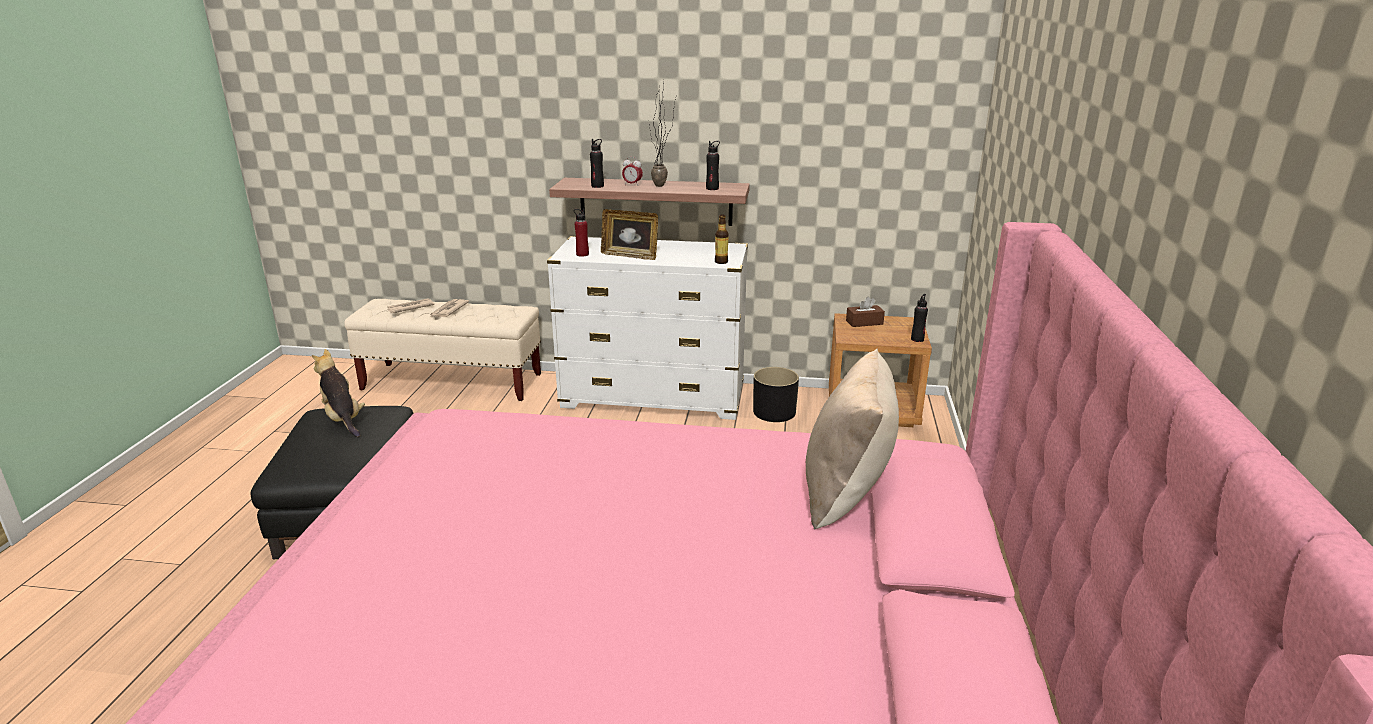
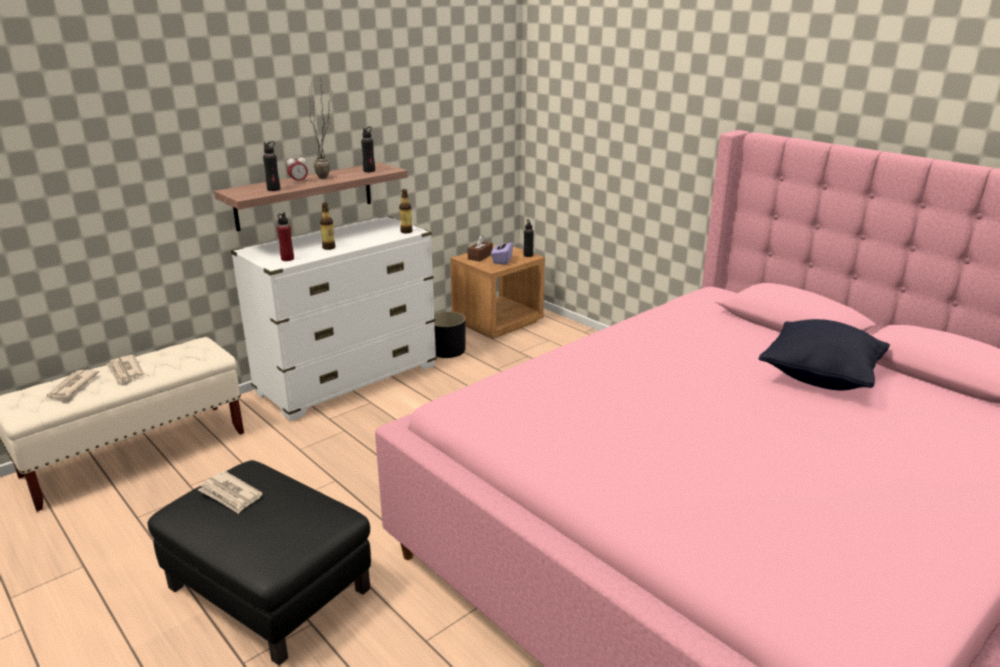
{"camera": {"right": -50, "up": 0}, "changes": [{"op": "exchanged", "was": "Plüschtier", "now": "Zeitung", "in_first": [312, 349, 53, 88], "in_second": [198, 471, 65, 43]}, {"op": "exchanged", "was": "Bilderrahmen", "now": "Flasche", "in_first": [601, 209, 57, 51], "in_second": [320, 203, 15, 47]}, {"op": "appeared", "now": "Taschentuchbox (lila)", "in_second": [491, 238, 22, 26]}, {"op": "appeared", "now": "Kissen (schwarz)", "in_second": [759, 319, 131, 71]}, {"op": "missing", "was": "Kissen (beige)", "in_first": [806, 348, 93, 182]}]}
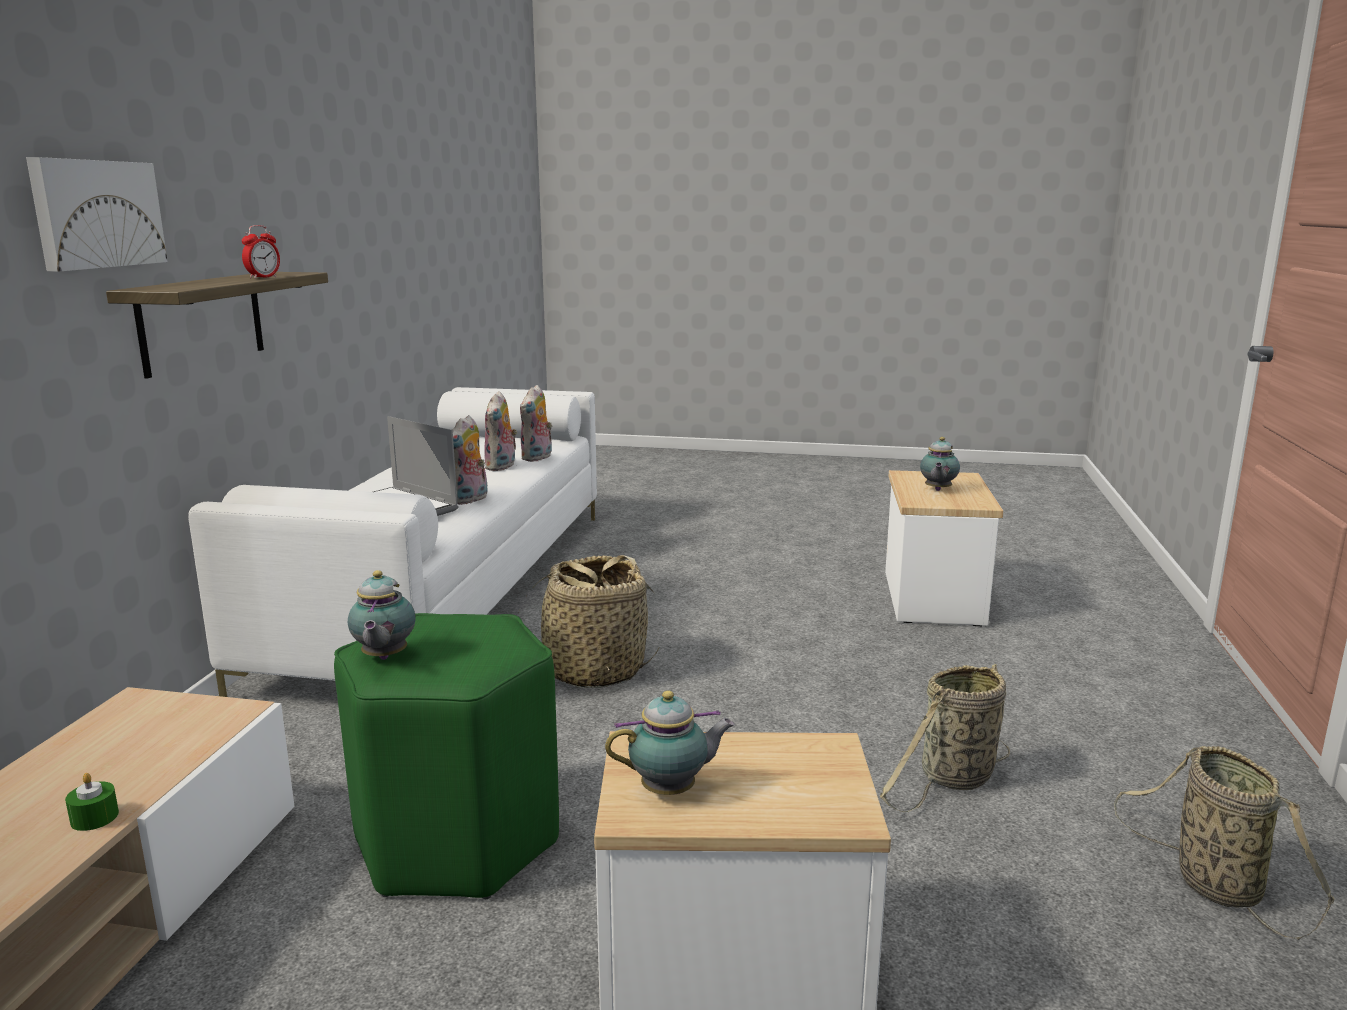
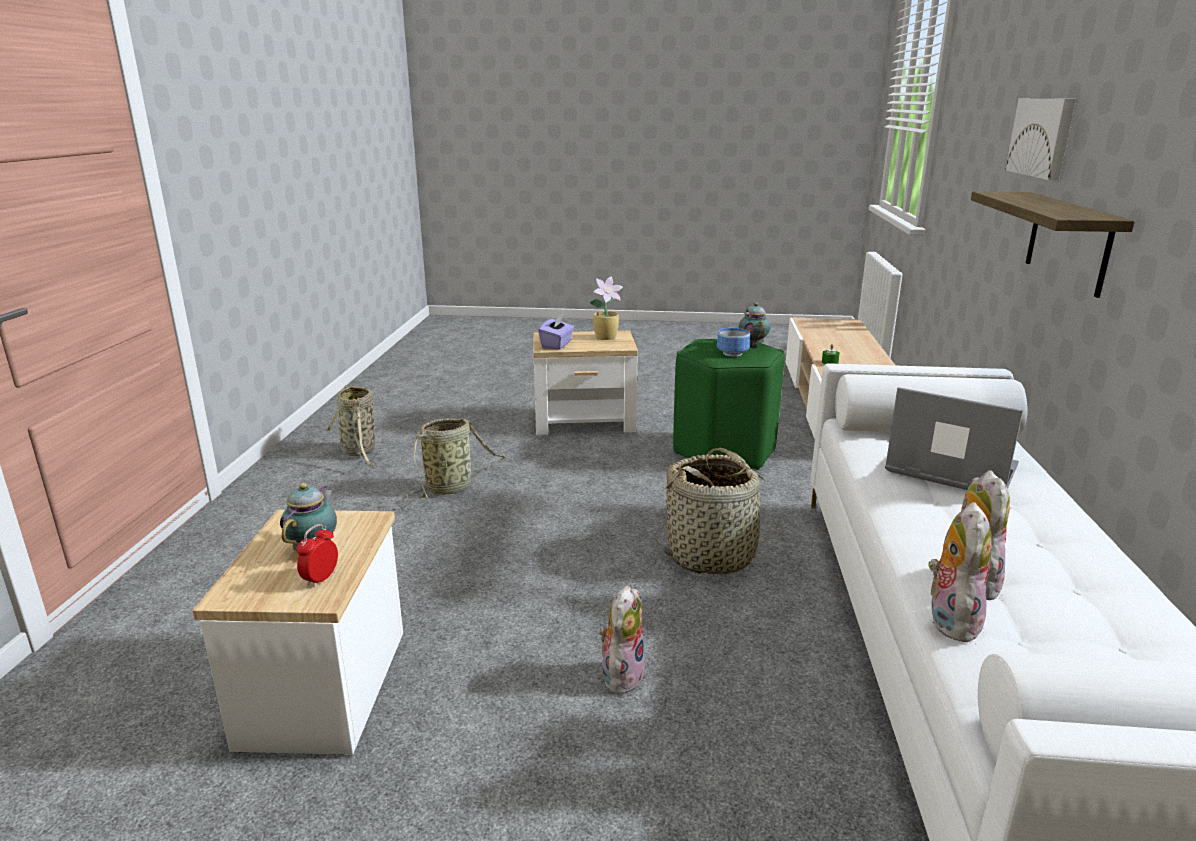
{"camera": {"right": 175, "up": 5}, "changes": [{"op": "relocated", "was": "Wecker", "in_first": [242, 225, 38, 54], "in_second": [297, 524, 41, 64]}, {"op": "appeared", "now": "Taschentuchbox (lila)", "in_second": [538, 314, 36, 36]}, {"op": "exchanged", "was": "Teekanne", "now": "Topfpflanze", "in_first": [605, 690, 130, 105], "in_second": [589, 276, 34, 64]}, {"op": "relocated", "was": "Plüschtier", "in_first": [453, 415, 35, 90], "in_second": [599, 586, 46, 109]}, {"op": "appeared", "now": "Schüssel", "in_second": [717, 328, 33, 29]}]}
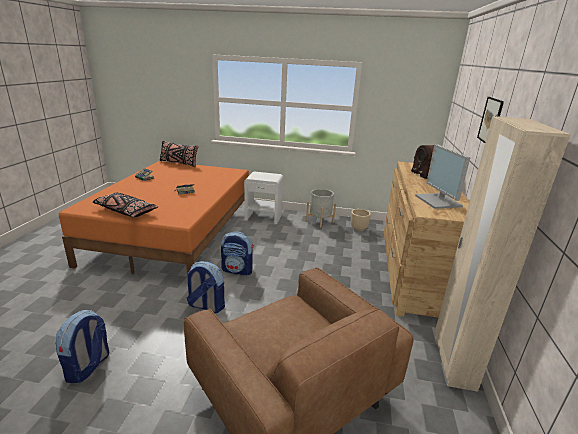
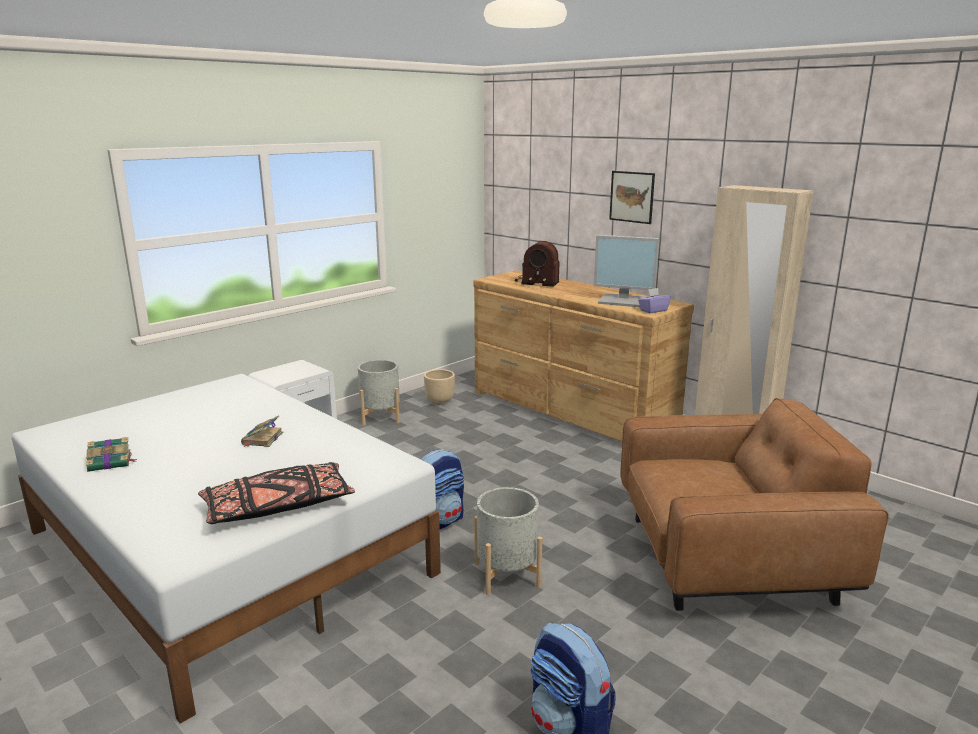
{"camera": {"right": -55, "up": -5}, "changes": [{"op": "colour", "was": "Bett (orange)", "now": "Bett (weiß)", "in_first": [59, 161, 190, 113], "in_second": [12, 374, 429, 350]}, {"op": "exchanged", "was": "Rucksack", "now": "Pflanzkübel (grau)", "in_first": [187, 261, 38, 52], "in_second": [474, 487, 68, 108]}, {"op": "appeared", "now": "Taschentuchbox (lila)", "in_second": [638, 288, 33, 25]}, {"op": "missing", "was": "Kissen (schwarz)", "in_first": [160, 141, 39, 26]}]}
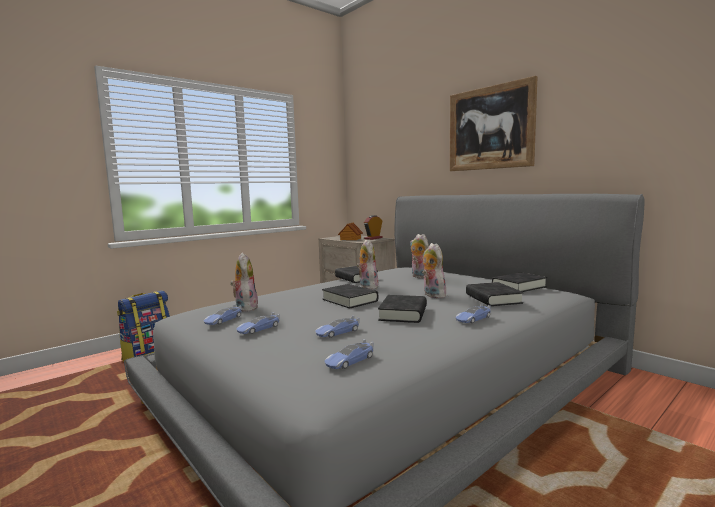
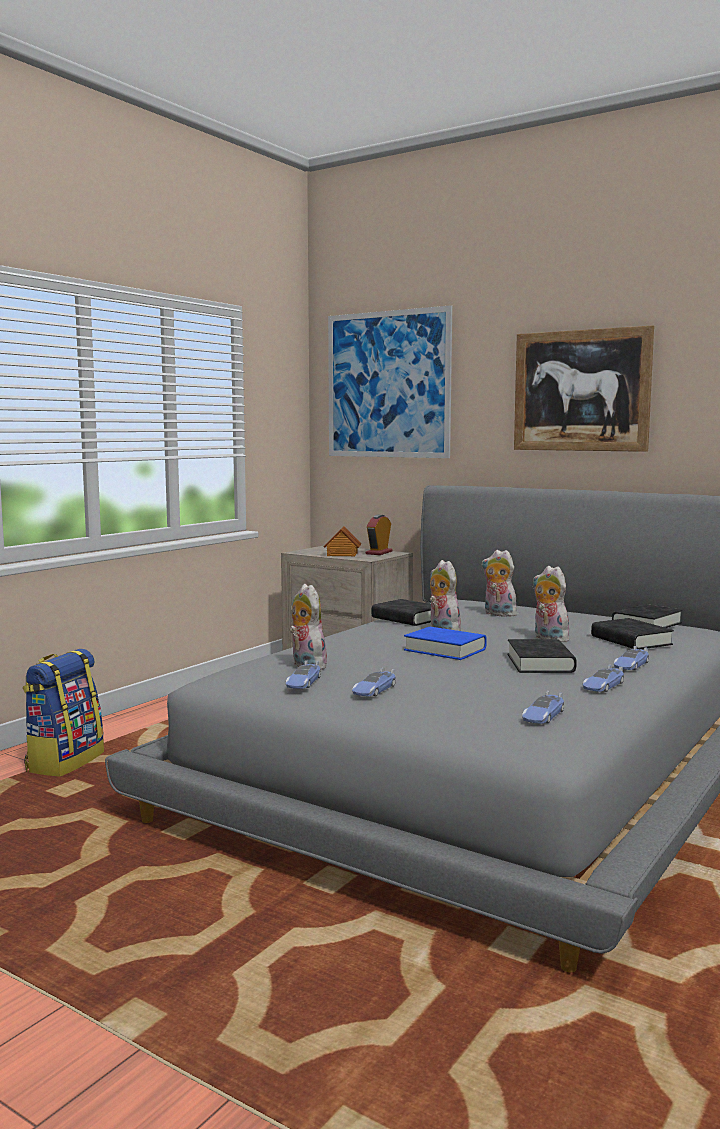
{"camera": {"right": -15, "up": 0}, "changes": [{"op": "appeared", "now": "Bild", "in_second": [328, 305, 124, 153]}, {"op": "colour", "was": "Buch (schwarz)", "now": "Buch (blau)", "in_first": [322, 284, 56, 24], "in_second": [404, 627, 83, 33]}, {"op": "relocated", "was": "Spielzeugauto", "in_first": [315, 316, 45, 22], "in_second": [583, 665, 41, 27]}]}
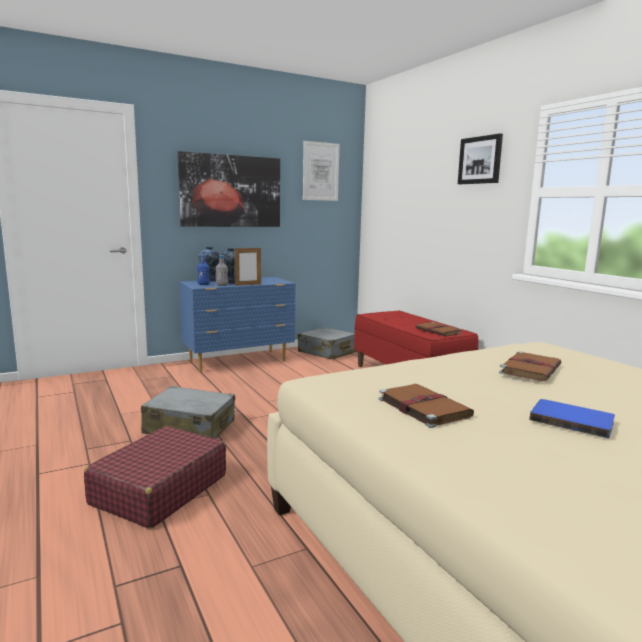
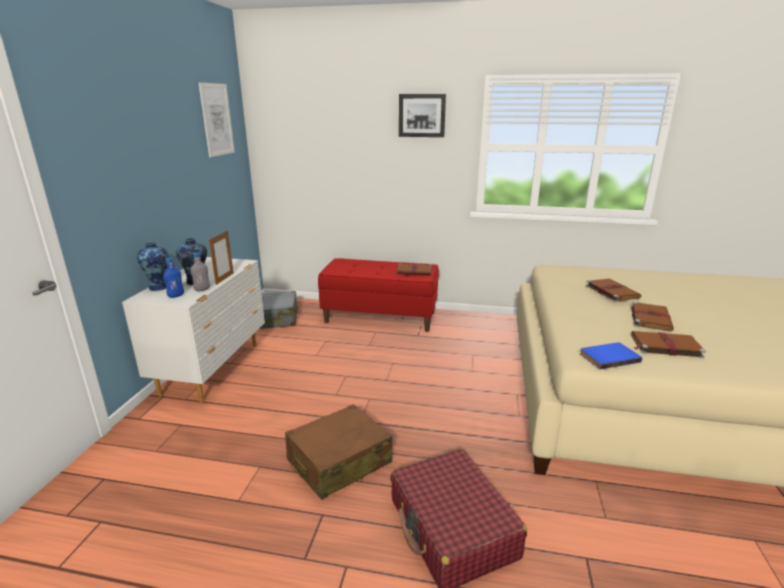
{"camera": {"right": -50, "up": 10}, "changes": [{"op": "colour", "was": "Kommode (blau)", "now": "Kommode (weiß)", "in_first": [179, 277, 116, 95], "in_second": [122, 257, 143, 145]}, {"op": "colour", "was": "Koffer (grau)", "now": "Koffer (braun)", "in_first": [141, 386, 94, 52], "in_second": [285, 404, 107, 96]}, {"op": "relocated", "was": "Buch (blau)", "in_first": [529, 399, 86, 39], "in_second": [580, 343, 62, 26]}, {"op": "appeared", "now": "Buch (braun)", "in_second": [631, 302, 43, 29]}, {"op": "missing", "was": "Bild", "in_first": [178, 151, 102, 76]}]}
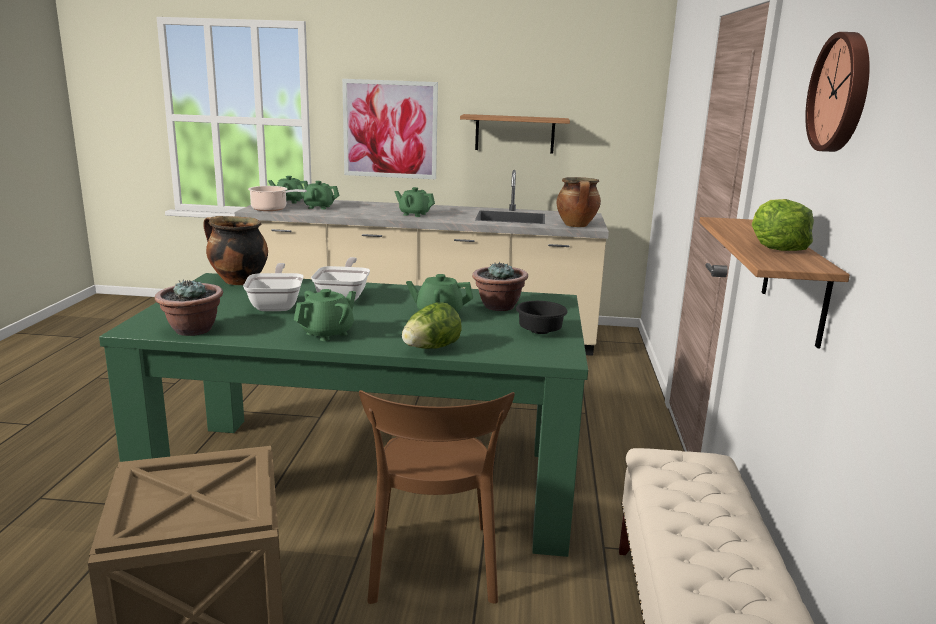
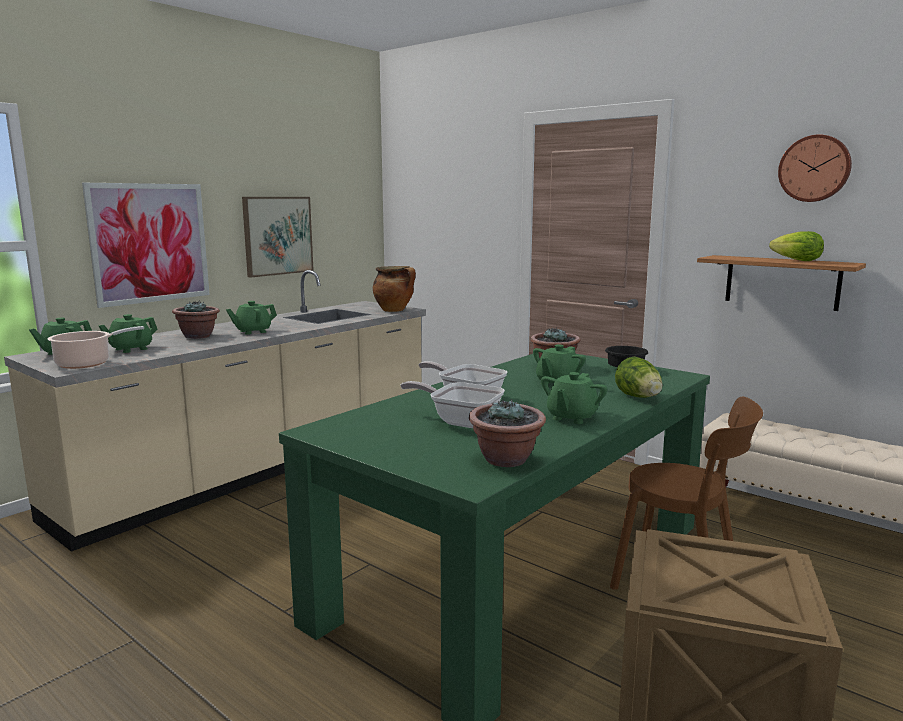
{"camera": {"right": -55, "up": -5}, "changes": [{"op": "appeared", "now": "Topfpflanze", "in_second": [172, 301, 48, 38]}, {"op": "exchanged", "was": "Wandregal", "now": "Bild", "in_first": [460, 114, 110, 39], "in_second": [242, 197, 72, 81]}, {"op": "spun", "was": "Teekanne (grün)", "in_first": [294, 289, 62, 52], "in_second": [541, 372, 66, 52], "clockwise": -135}, {"op": "missing", "was": "Kochtopf", "in_first": [203, 216, 65, 69]}]}
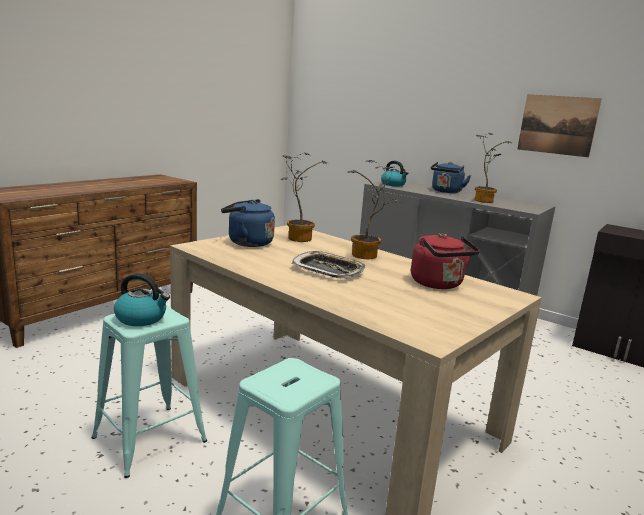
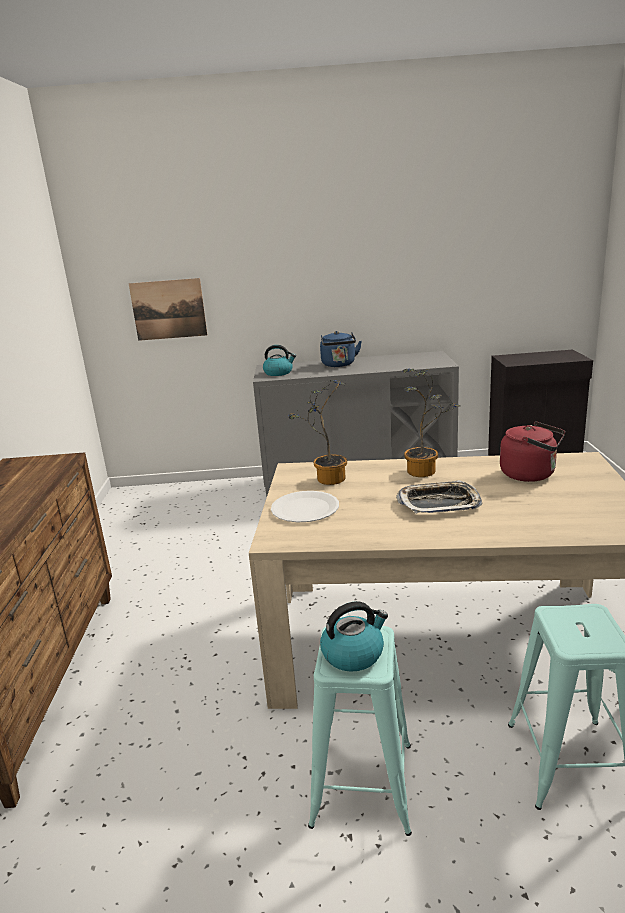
{"camera": {"right": -35, "up": 5}, "changes": [{"op": "relocated", "was": "Bild", "in_first": [518, 94, 84, 64], "in_second": [129, 278, 78, 63]}, {"op": "exchanged", "was": "Wasserkessel (blau)", "now": "Teller (weiß)", "in_first": [221, 199, 54, 48], "in_second": [271, 491, 68, 31]}, {"op": "missing", "was": "Topfpflanze", "in_first": [475, 133, 36, 70]}]}
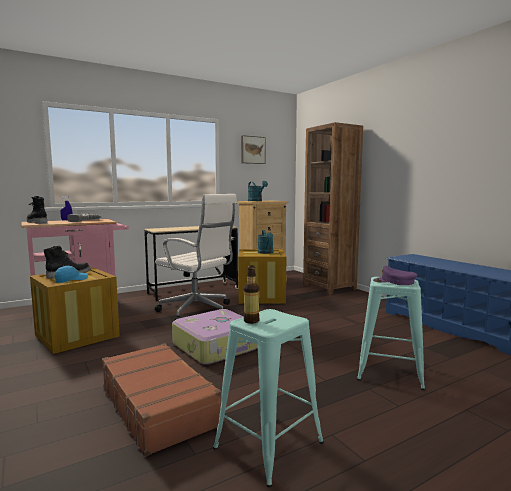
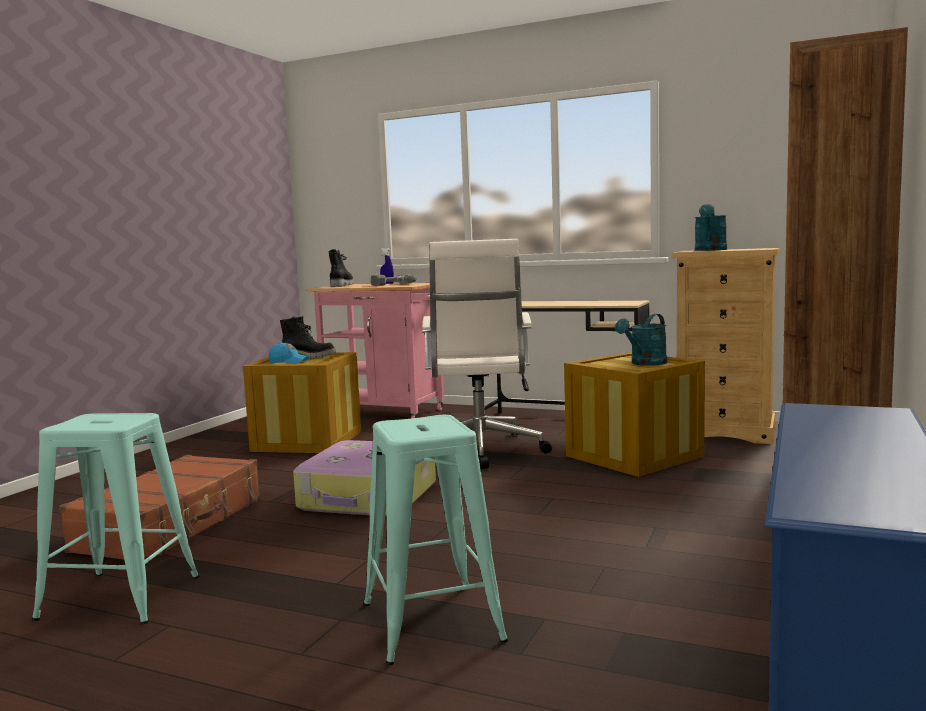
{"camera": {"right": 55, "up": 0}, "changes": [{"op": "missing", "was": "Bild", "in_first": [241, 135, 25, 29]}, {"op": "missing", "was": "Flasche", "in_first": [244, 265, 16, 59]}, {"op": "missing", "was": "Kappe (lila)", "in_first": [373, 266, 44, 19]}]}
